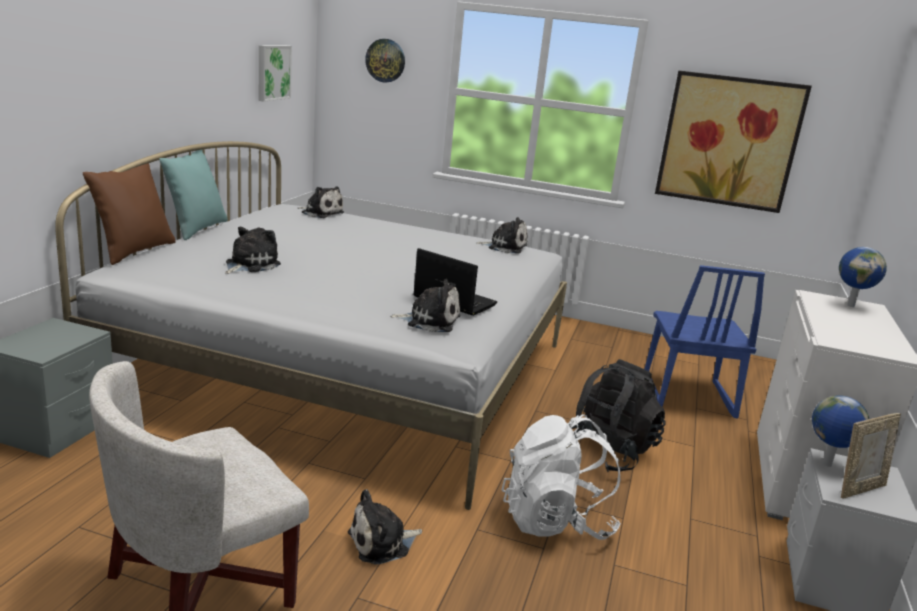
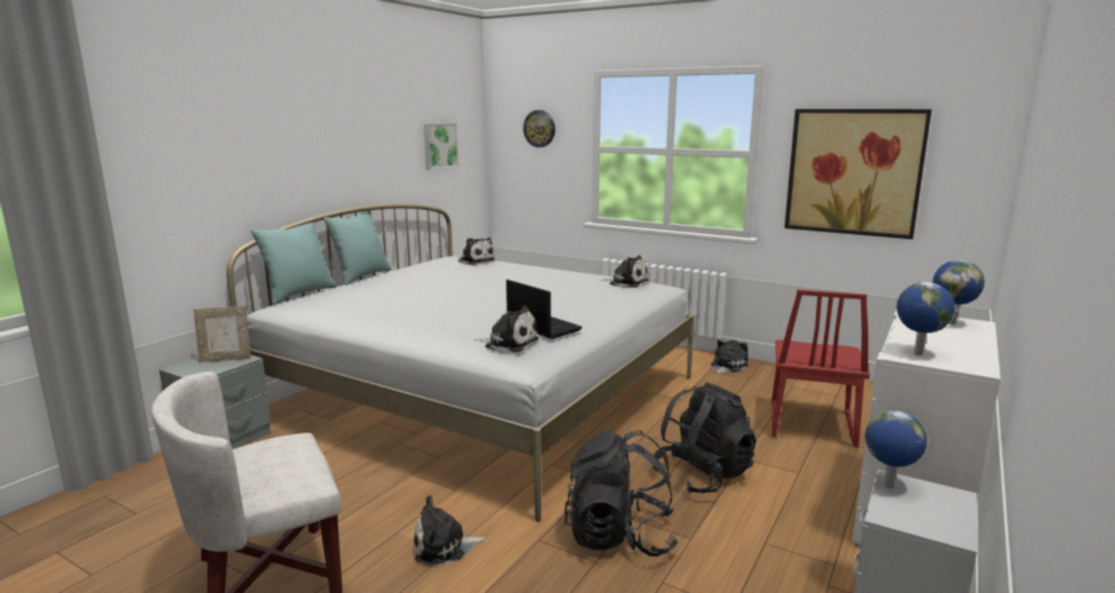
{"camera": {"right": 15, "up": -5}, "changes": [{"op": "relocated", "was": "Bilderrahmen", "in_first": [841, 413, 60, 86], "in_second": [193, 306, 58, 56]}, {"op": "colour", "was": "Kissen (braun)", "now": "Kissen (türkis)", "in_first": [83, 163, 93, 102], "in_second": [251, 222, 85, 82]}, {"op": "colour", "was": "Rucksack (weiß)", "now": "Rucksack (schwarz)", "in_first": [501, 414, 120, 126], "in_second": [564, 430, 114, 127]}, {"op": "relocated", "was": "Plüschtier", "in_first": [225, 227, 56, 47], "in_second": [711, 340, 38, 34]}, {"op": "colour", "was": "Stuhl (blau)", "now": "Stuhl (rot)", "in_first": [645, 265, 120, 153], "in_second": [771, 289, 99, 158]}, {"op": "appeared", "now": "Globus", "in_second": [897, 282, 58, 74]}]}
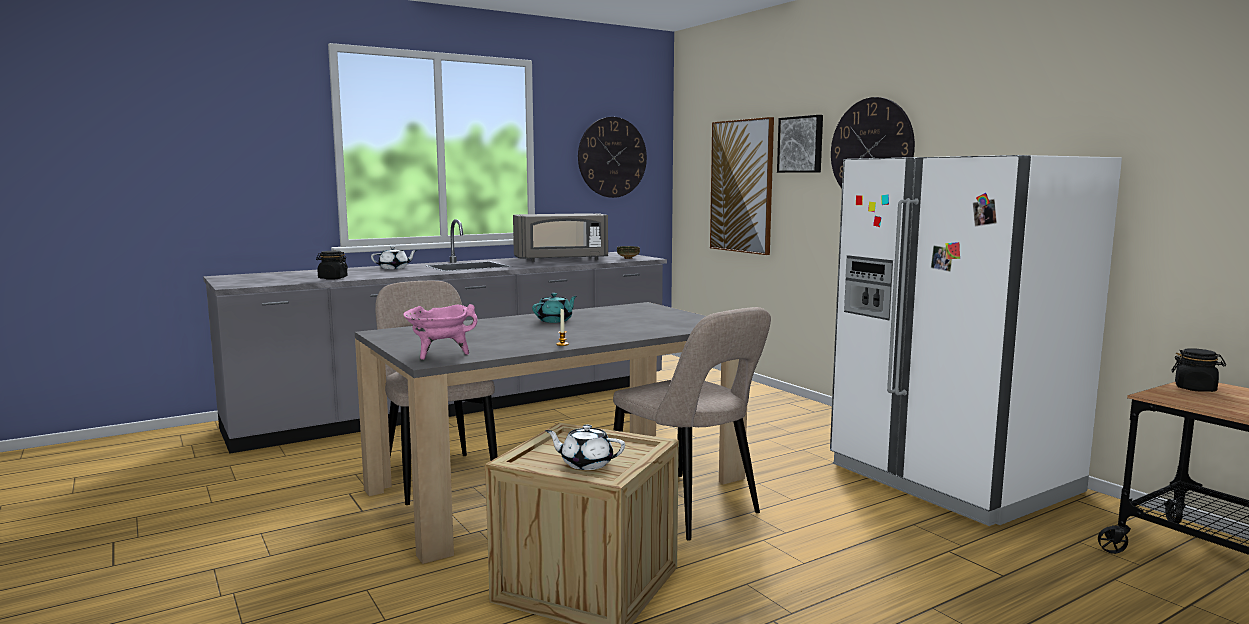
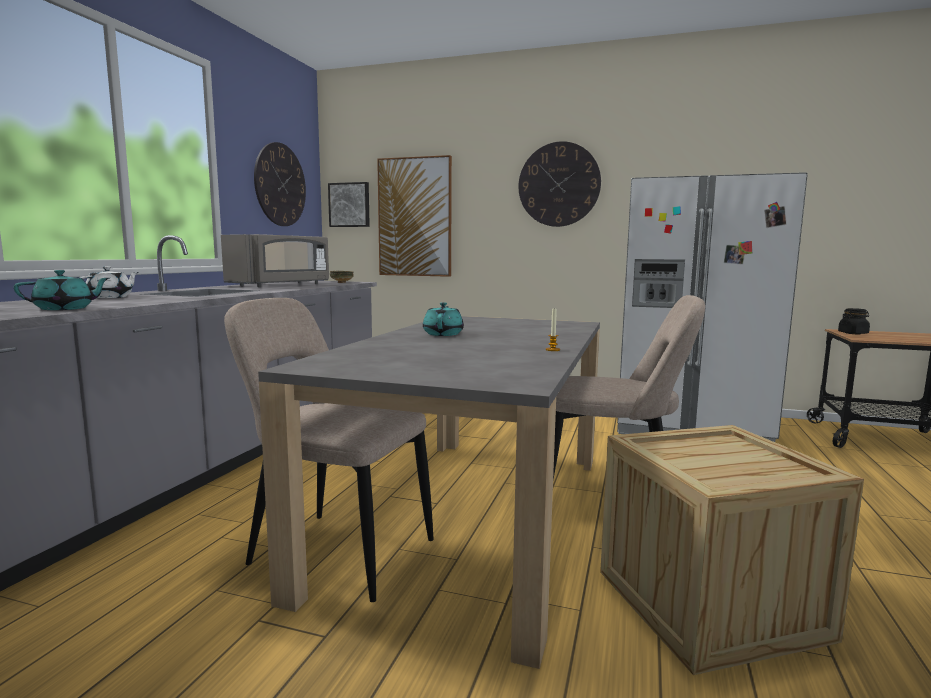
{"camera": {"right": -40, "up": 0}, "changes": [{"op": "exchanged", "was": "Vorratsglas (schwarz)", "now": "Teekanne (türkis)", "in_first": [316, 251, 32, 29], "in_second": [14, 270, 95, 40]}, {"op": "relocated", "was": "Bild", "in_first": [777, 115, 46, 58], "in_second": [328, 182, 42, 45]}, {"op": "missing", "was": "Kochtopf (rosa)", "in_first": [403, 304, 75, 56]}, {"op": "missing", "was": "Teekanne (weiß)", "in_first": [545, 425, 80, 45]}]}
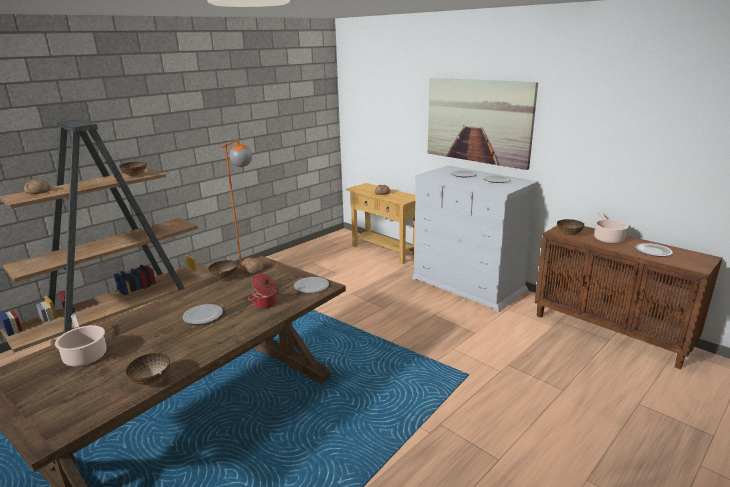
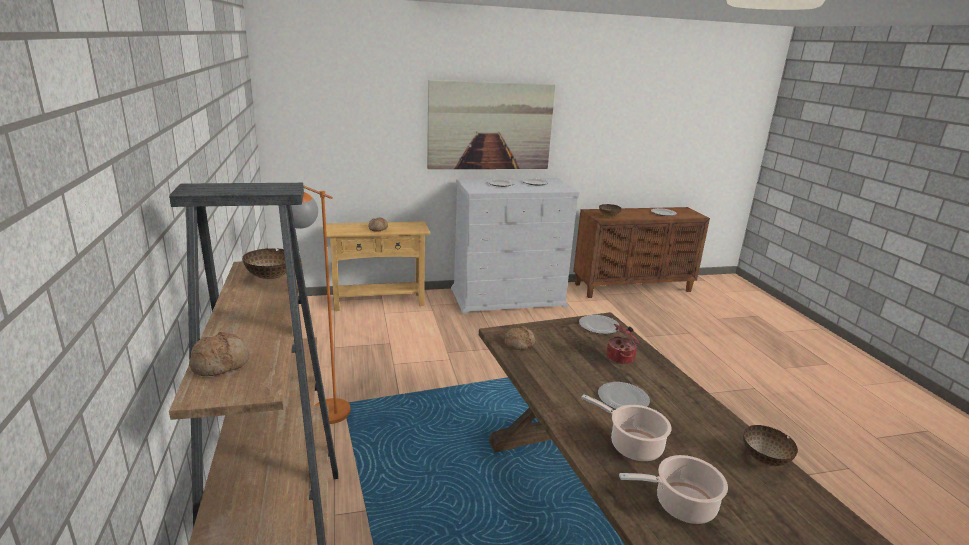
{"camera": {"right": -60, "up": 0}, "changes": [{"op": "relocated", "was": "Kochtopf", "in_first": [594, 212, 35, 32], "in_second": [581, 394, 91, 67]}, {"op": "missing", "was": "Schüssel", "in_first": [208, 260, 30, 19]}]}
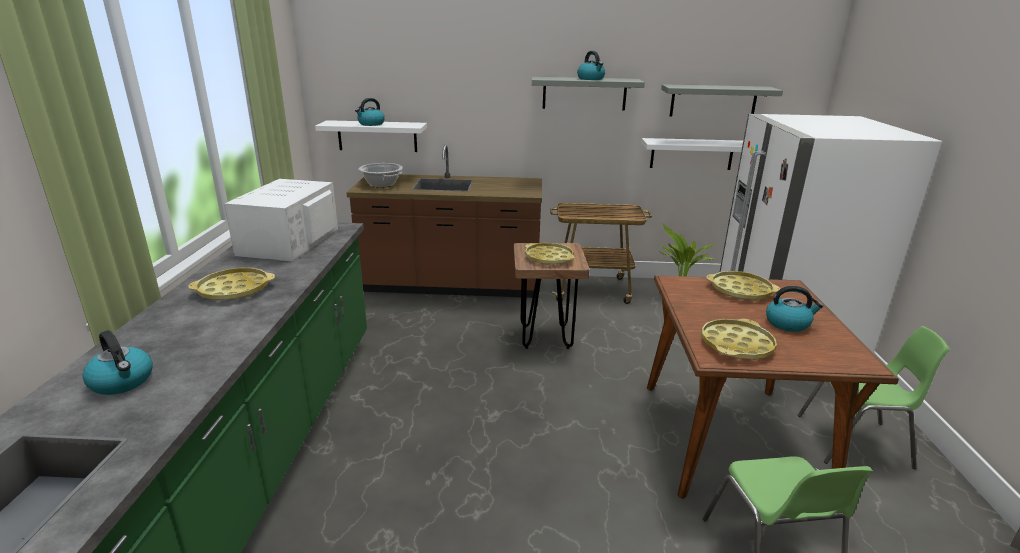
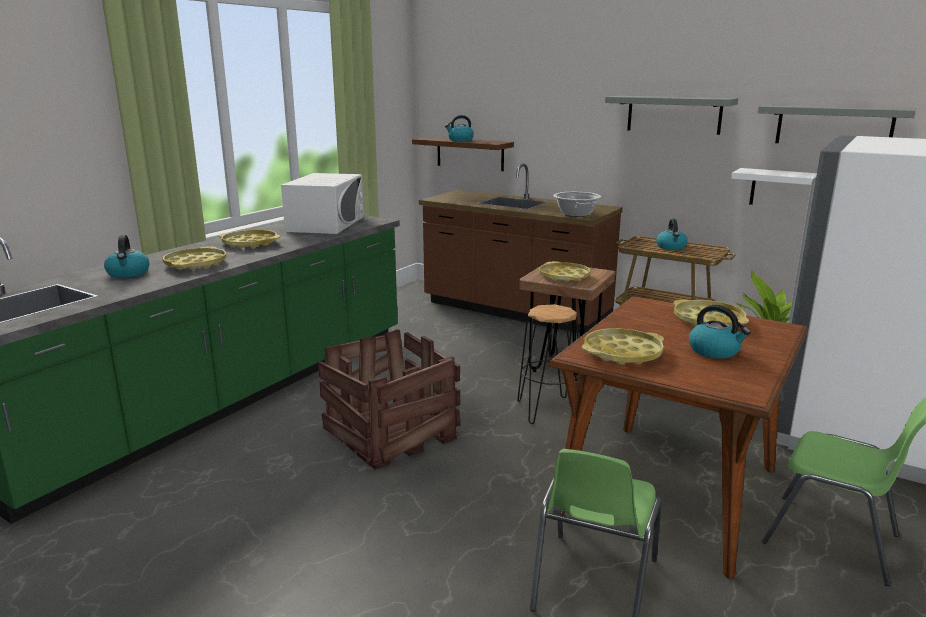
{"camera": {"right": 30, "up": -5}, "changes": [{"op": "appeared", "now": "Tablett (gelb)", "in_second": [163, 246, 64, 24]}, {"op": "spun", "was": "Mikrowelle (weiß)", "in_first": [224, 179, 114, 83], "in_second": [281, 173, 83, 61], "clockwise": 150}, {"op": "appeared", "now": "Kiste", "in_second": [318, 329, 143, 141]}, {"op": "colour", "was": "Wandregal (weiß)", "now": "Wandregal (braun)", "in_first": [315, 120, 112, 32], "in_second": [412, 137, 102, 34]}, {"op": "appeared", "now": "Hocker (schwarz)", "in_second": [517, 304, 61, 120]}, {"op": "relocated", "was": "Kochtopf", "in_first": [359, 163, 44, 25], "in_second": [553, 192, 48, 25]}, {"op": "relocated", "was": "Wasserkessel", "in_first": [577, 51, 28, 29], "in_second": [656, 219, 32, 31]}]}
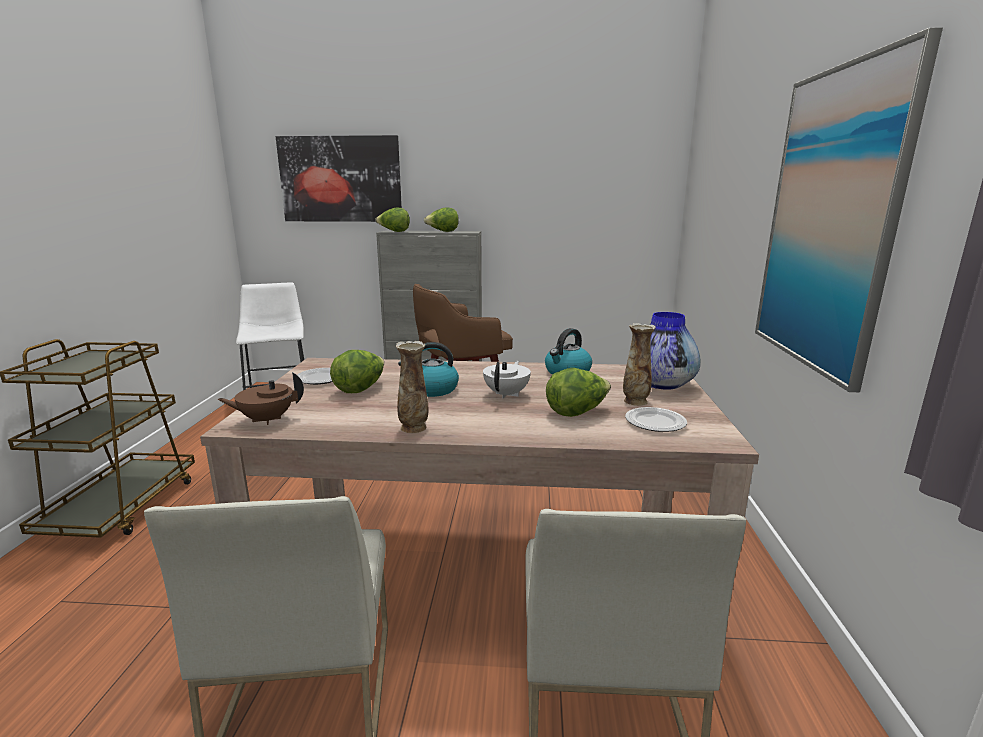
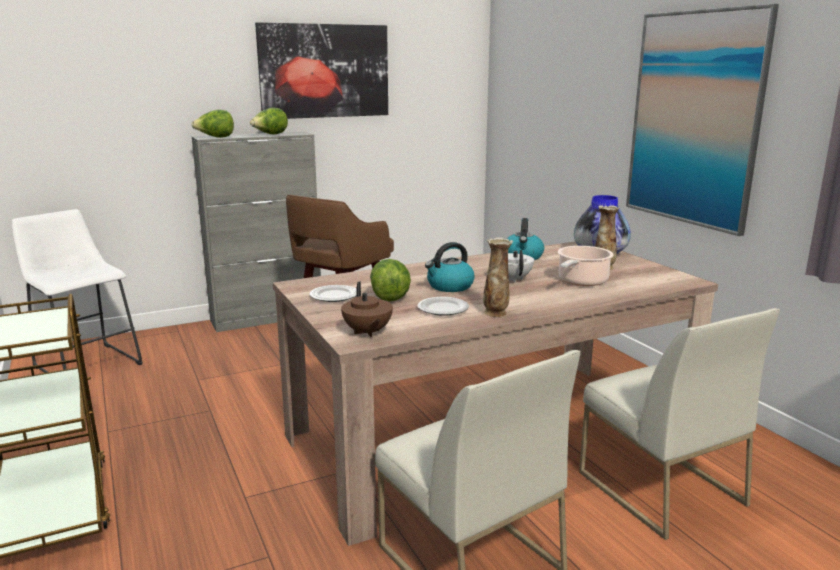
{"camera": {"right": -30, "up": 0}, "changes": [{"op": "relocated", "was": "Bild", "in_first": [276, 135, 126, 87], "in_second": [255, 22, 133, 97]}, {"op": "spun", "was": "Teekanne (braun)", "in_first": [217, 372, 87, 53], "in_second": [341, 282, 52, 55], "clockwise": -60}, {"op": "relocated", "was": "Teller", "in_first": [625, 407, 62, 25], "in_second": [418, 297, 51, 19]}, {"op": "exchanged", "was": "Salatkopf", "now": "Kochtopf", "in_first": [546, 368, 65, 49], "in_second": [558, 246, 56, 40]}]}
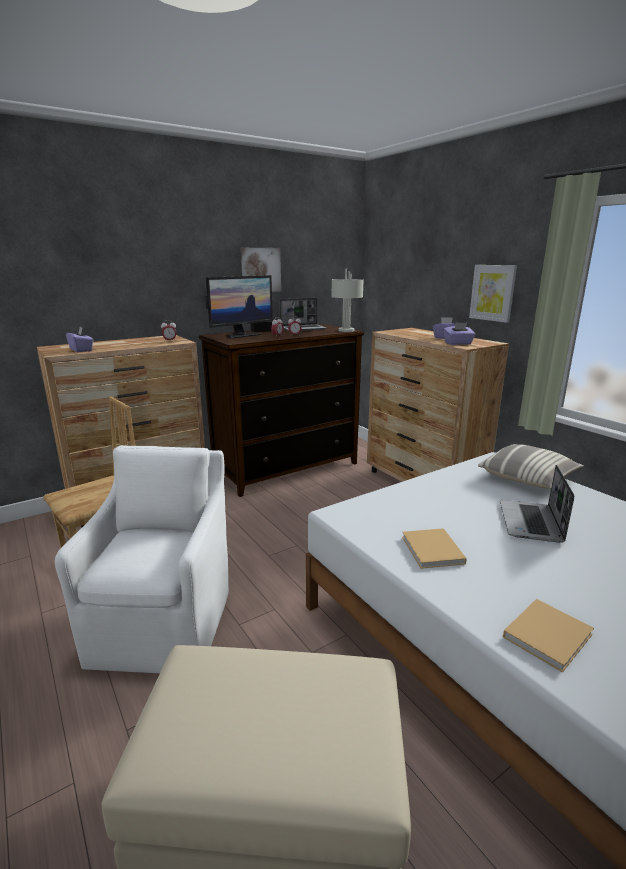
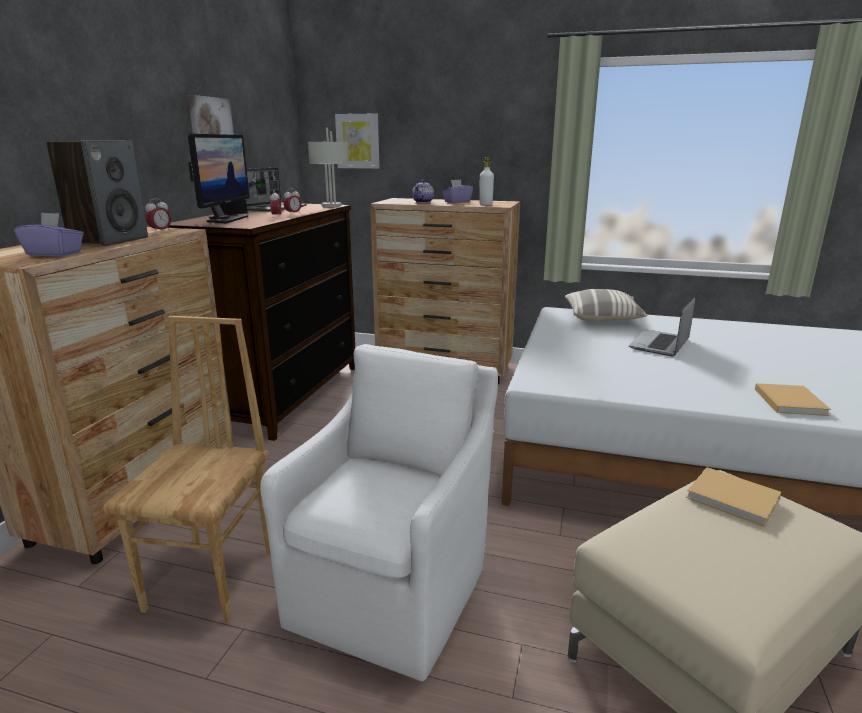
{"camera": {"right": -40, "up": 0}, "changes": [{"op": "appeared", "now": "Lautsprecher", "in_second": [46, 140, 102, 107]}, {"op": "spun", "was": "Sessel (weiß)", "in_first": [55, 445, 174, 228], "in_second": [260, 344, 238, 337], "clockwise": 60}, {"op": "relocated", "was": "Bild", "in_first": [469, 265, 48, 58], "in_second": [335, 113, 45, 56]}, {"op": "appeared", "now": "Teekanne", "in_second": [412, 180, 22, 23]}, {"op": "exchanged", "was": "Taschentuchbox (lila)", "now": "Flasche (weiß)", "in_first": [443, 323, 32, 22], "in_second": [479, 157, 15, 48]}, {"op": "spun", "was": "Laptop", "in_first": [500, 465, 74, 78], "in_second": [629, 297, 66, 60], "clockwise": 60}, {"op": "relocated", "was": "Buch (beige)", "in_first": [402, 528, 65, 41], "in_second": [686, 467, 95, 60]}]}
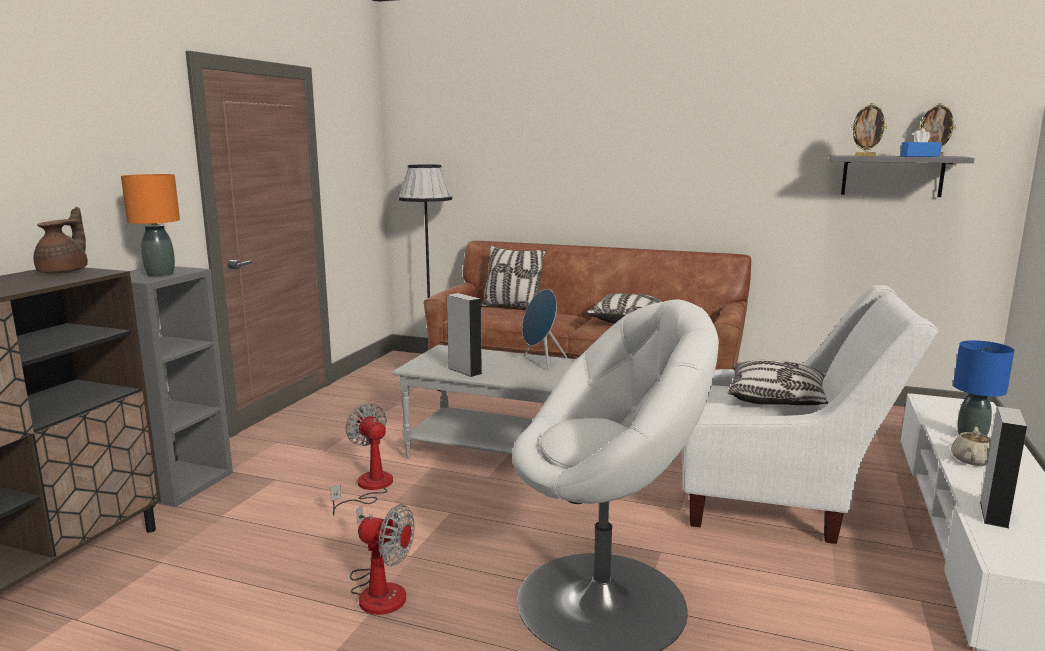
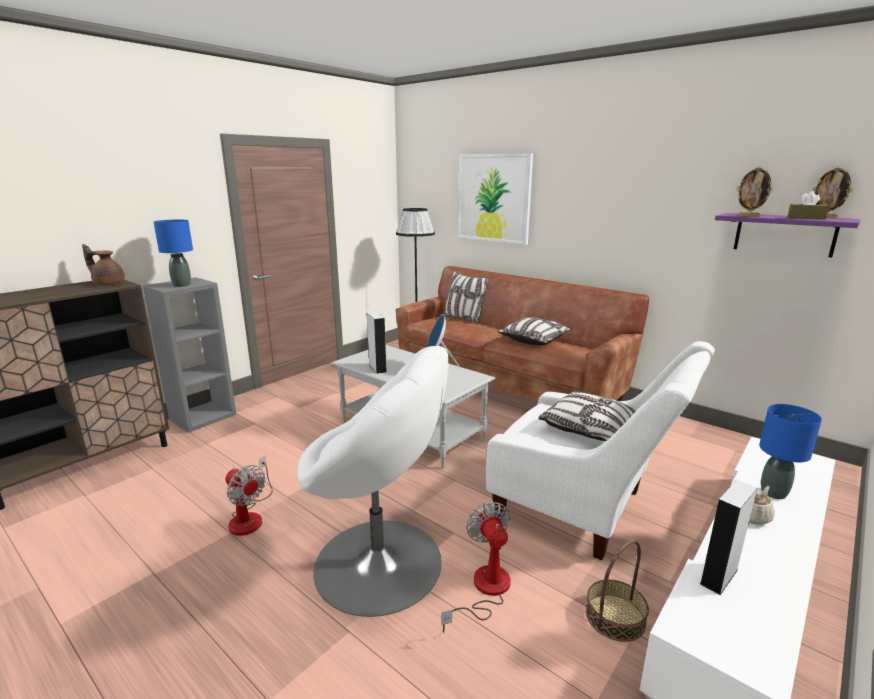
{"camera": {"right": 20, "up": 5}, "changes": [{"op": "spun", "was": "Teekanne (braun)", "in_first": [33, 207, 55, 67], "in_second": [82, 244, 43, 41], "clockwise": -105}, {"op": "colour", "was": "Tischlampe (orange)", "now": "Tischlampe (blau)", "in_first": [121, 174, 59, 103], "in_second": [154, 220, 39, 67]}, {"op": "relocated", "was": "Ventilator", "in_first": [330, 404, 63, 112], "in_second": [441, 502, 70, 131]}, {"op": "appeared", "now": "Bild", "in_second": [458, 153, 75, 92]}, {"op": "appeared", "now": "Korb", "in_second": [585, 540, 64, 102]}, {"op": "colour", "was": "Wandregal (grau)", "now": "Wandregal (lila)", "in_first": [829, 155, 146, 42], "in_second": [715, 213, 146, 44]}, {"op": "colour", "was": "Taschentuchbox (blau)", "now": "Taschentuchbox (braun)", "in_first": [900, 128, 42, 29], "in_second": [788, 191, 41, 29]}]}
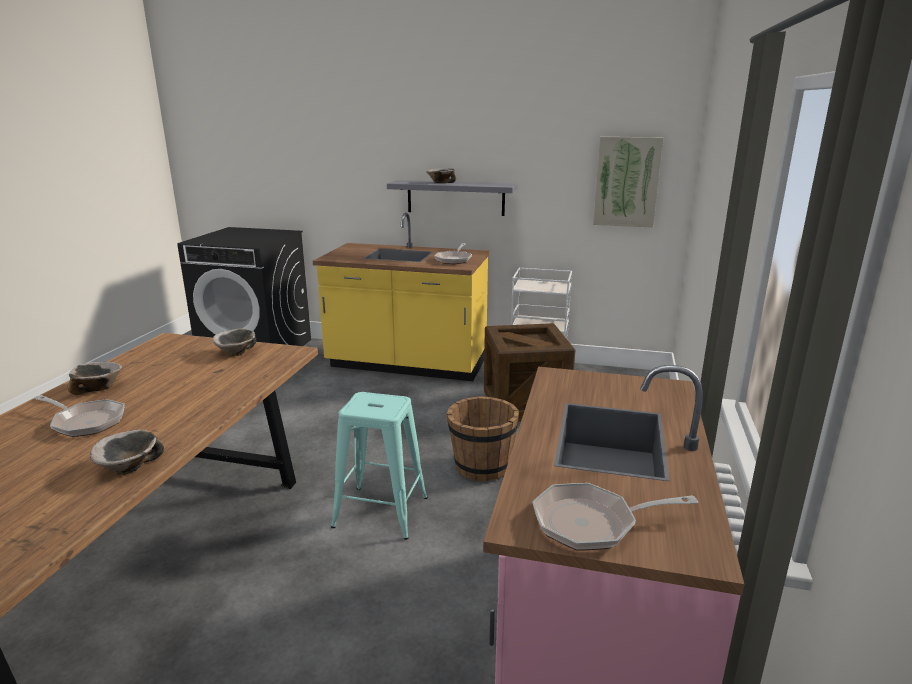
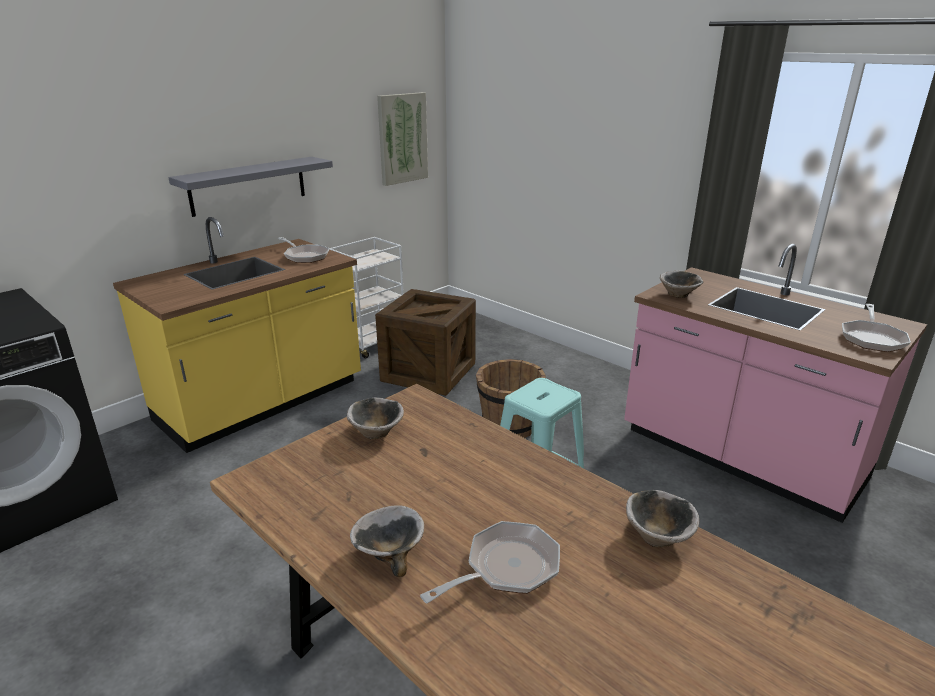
{"camera": {"right": -60, "up": 5}, "changes": [{"op": "relocated", "was": "Schüssel", "in_first": [426, 168, 31, 15], "in_second": [660, 271, 44, 27]}]}
